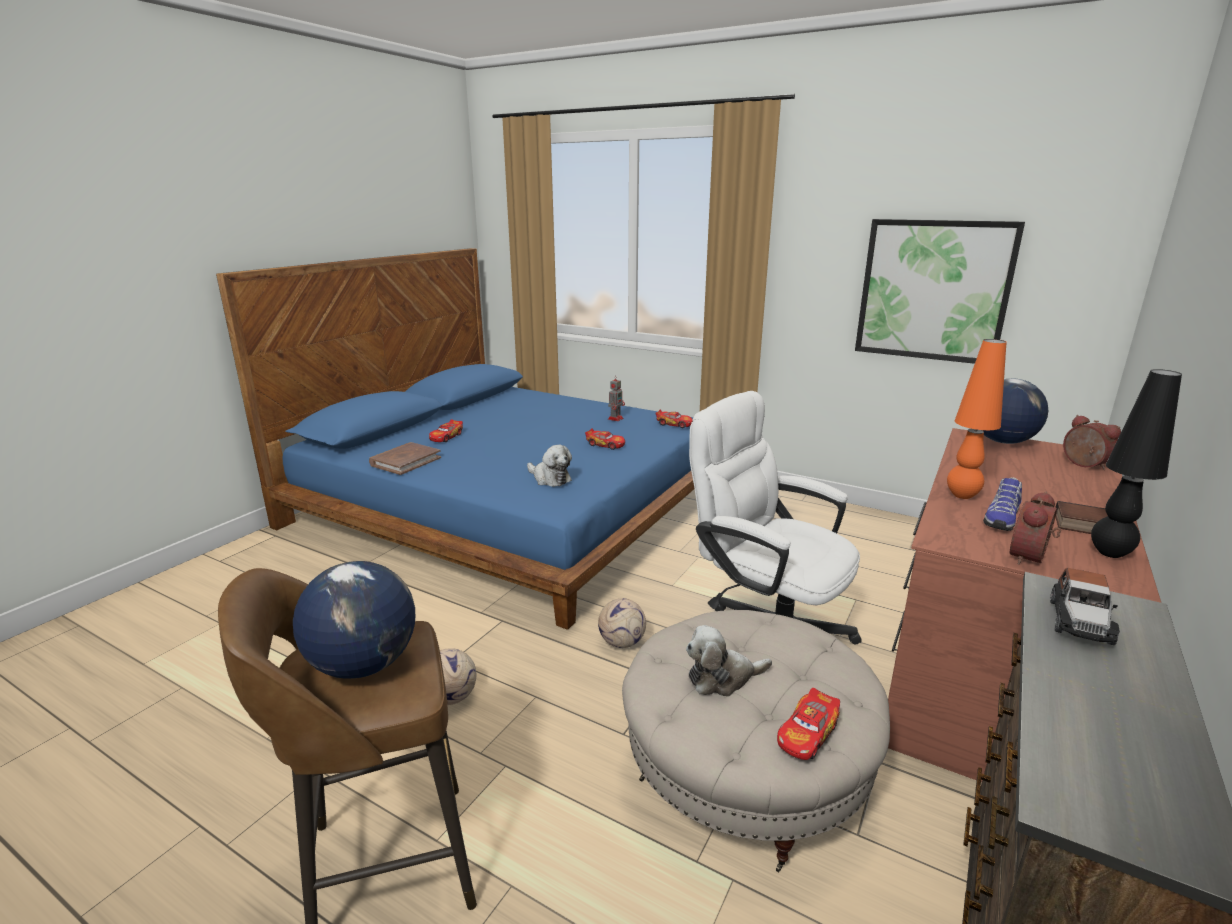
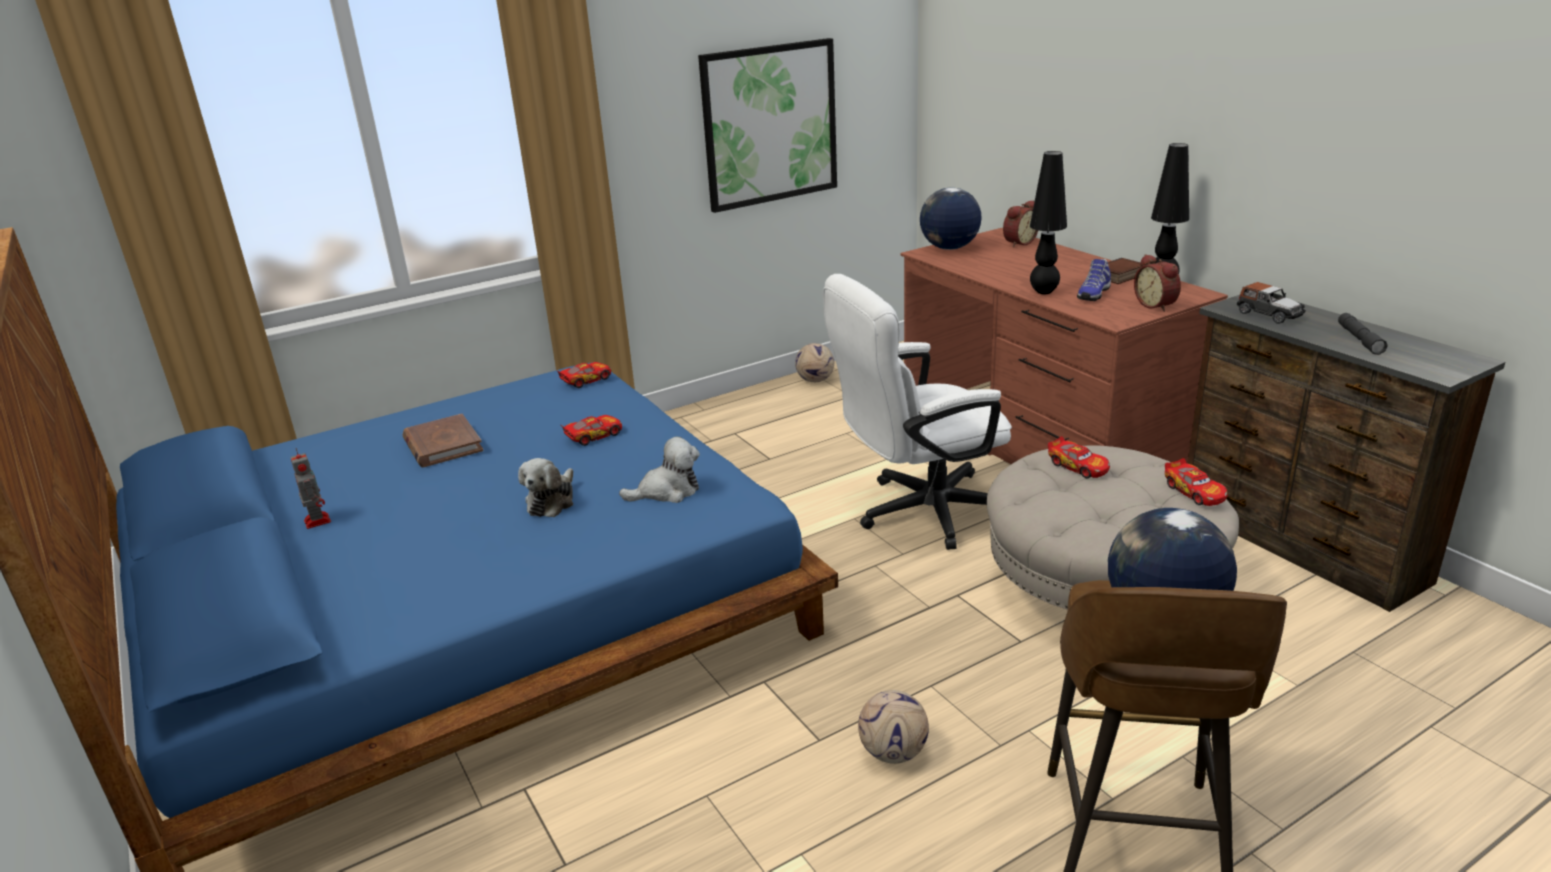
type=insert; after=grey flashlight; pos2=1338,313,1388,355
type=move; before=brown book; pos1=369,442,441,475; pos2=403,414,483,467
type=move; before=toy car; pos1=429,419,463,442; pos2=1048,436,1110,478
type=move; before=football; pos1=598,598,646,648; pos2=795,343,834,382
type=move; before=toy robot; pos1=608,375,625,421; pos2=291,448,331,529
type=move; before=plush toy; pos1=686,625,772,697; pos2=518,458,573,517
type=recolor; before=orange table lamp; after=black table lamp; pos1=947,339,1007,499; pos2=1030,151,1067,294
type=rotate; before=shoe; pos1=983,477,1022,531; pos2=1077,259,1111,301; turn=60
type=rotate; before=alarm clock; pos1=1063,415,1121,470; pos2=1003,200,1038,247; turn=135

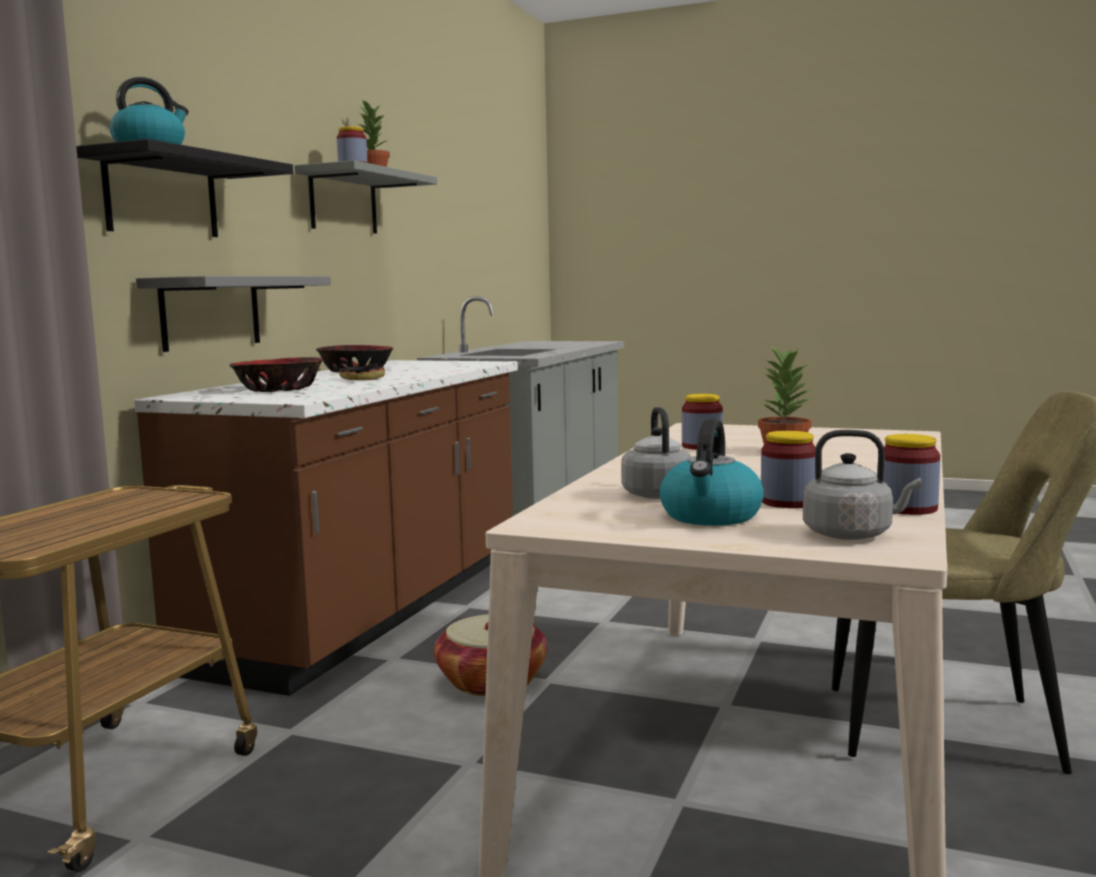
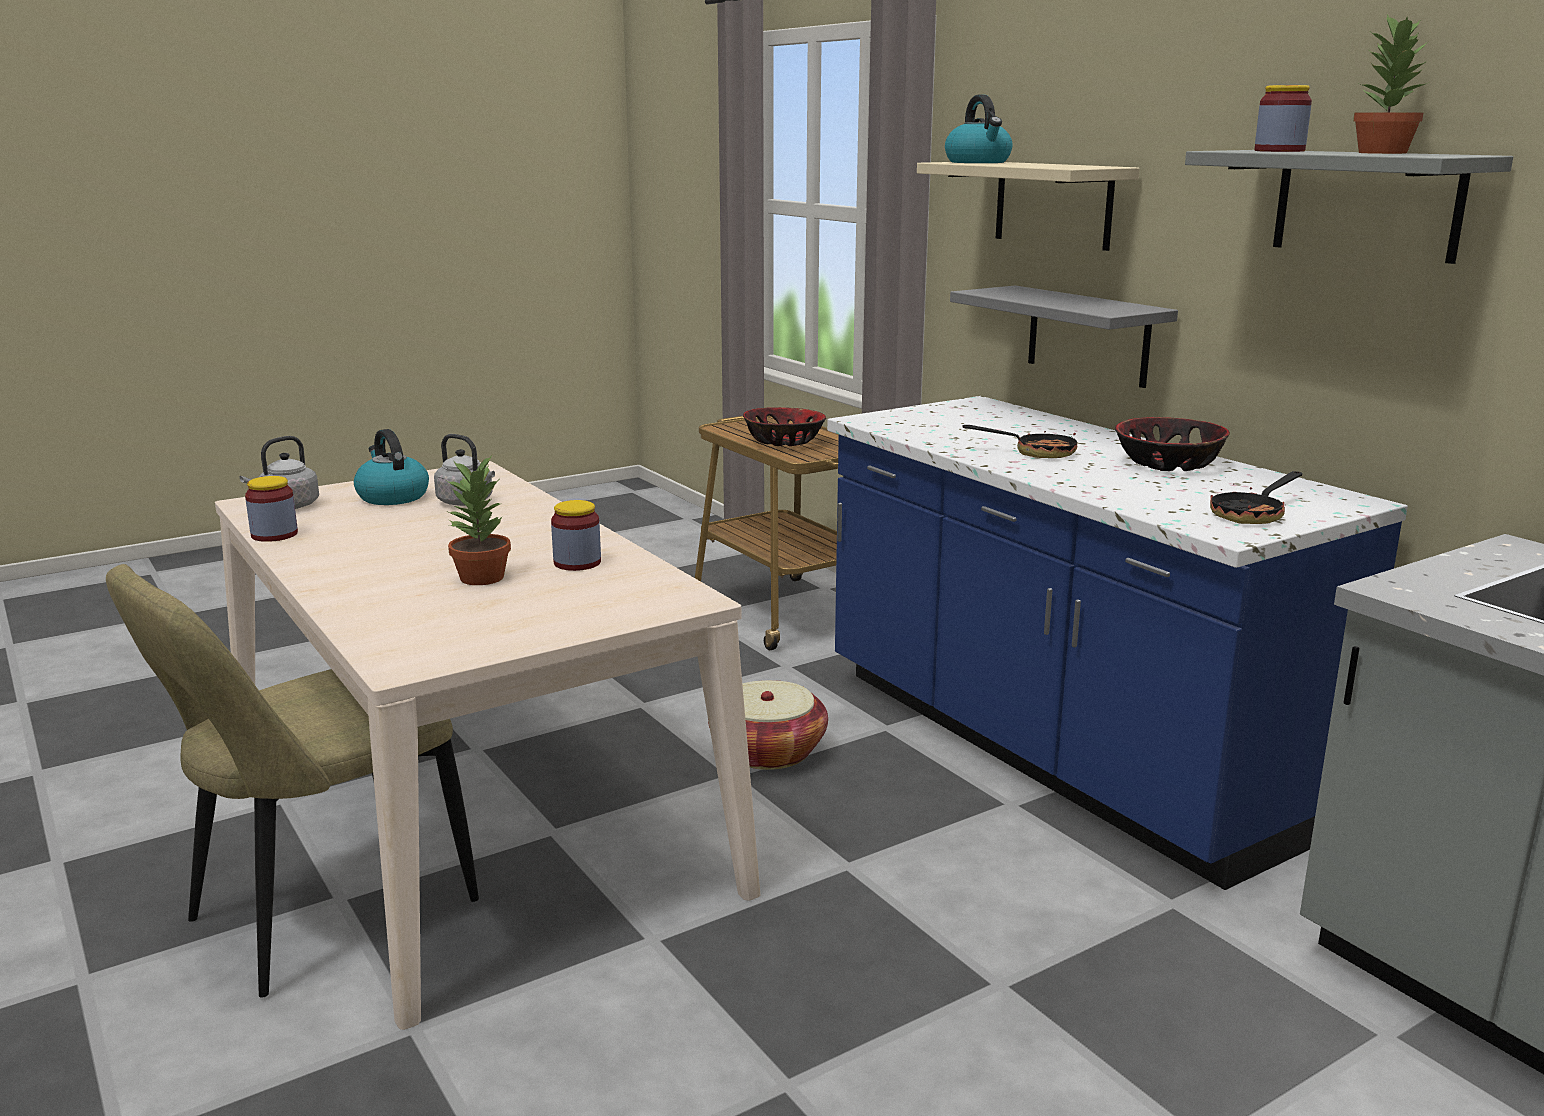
type=delete; before=jar; pos1=761,431,816,508
type=insert; after=frying pan; pos2=1210,471,1302,524
type=move; before=bowl; pos1=229,357,323,392; pos2=743,407,826,446
type=recolor; before=black shelf; after=beige shelf; pos1=76,139,293,237; pos2=917,162,1140,251
type=recolor; before=brown counter; after=blue counter; pos1=134,360,518,696; pos2=827,396,1408,890

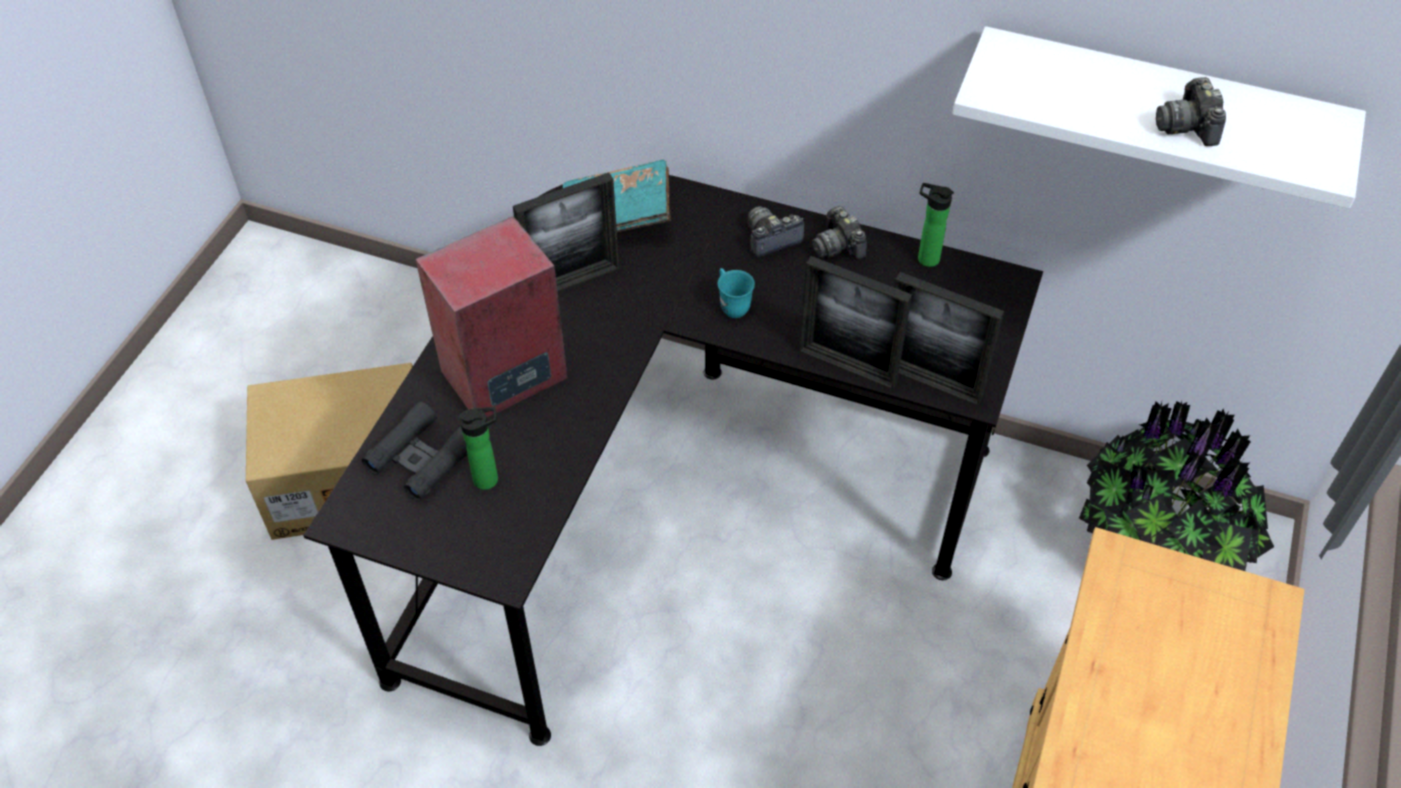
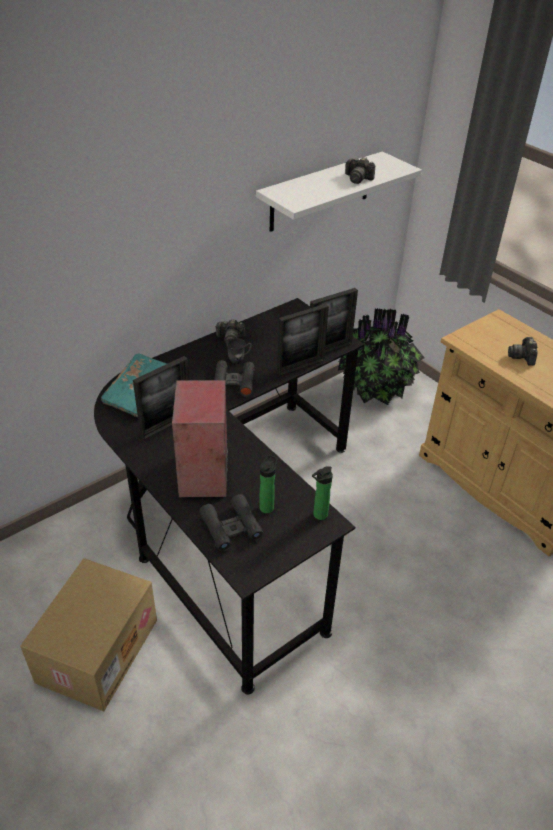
type=insert; after=grey mug; pos2=226,338,252,363
type=move; before=photo camera; pos1=748,206,804,257; pos2=508,337,538,366
type=move; before=bottle; pos1=918,183,954,267; pos2=312,466,333,520
type=replace; before=turquoise mug; after=black binoculars; pos1=717,268,755,318; pos2=214,360,255,397
type=rotate; before=picture frame; pos1=513,172,619,291; pos2=133,356,189,440; turn=45

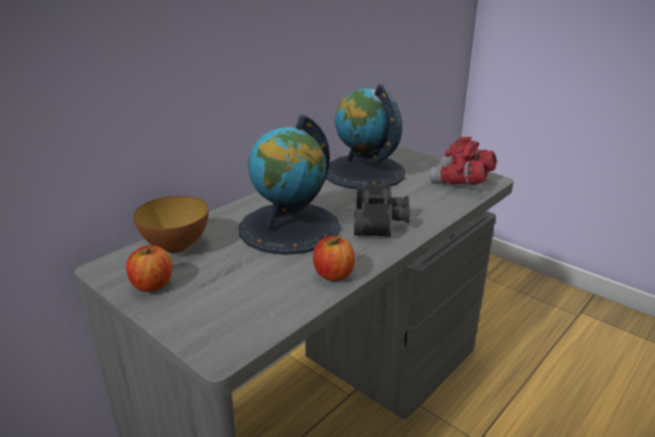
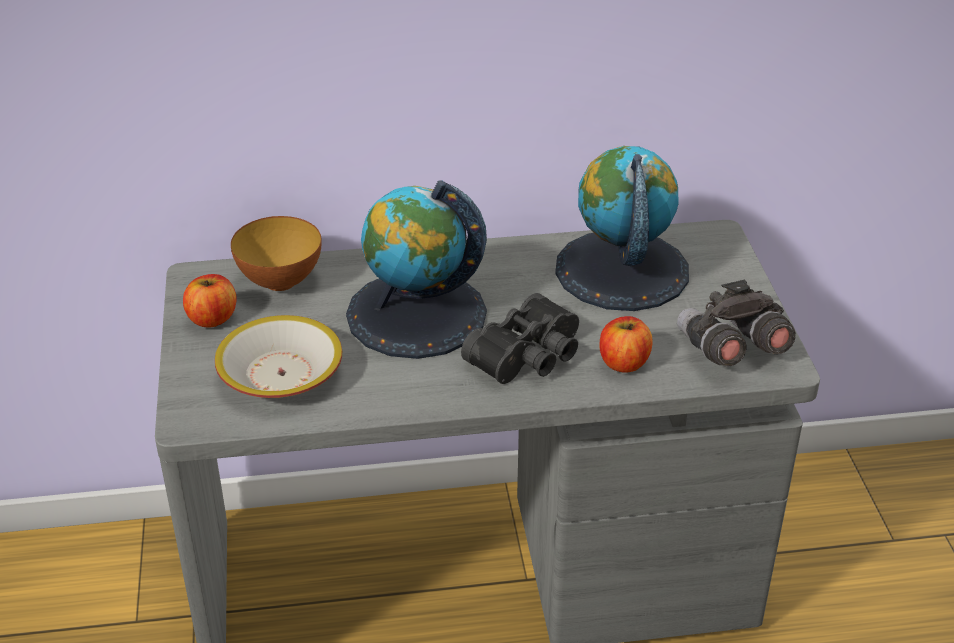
type=insert; after=bowl; pos2=215,315,342,398
type=move; before=apple; pos1=313,236,355,281; pos2=599,316,652,373
type=recolor; before=red binoculars; after=grey binoculars; pos1=429,137,497,185; pos2=677,280,796,367

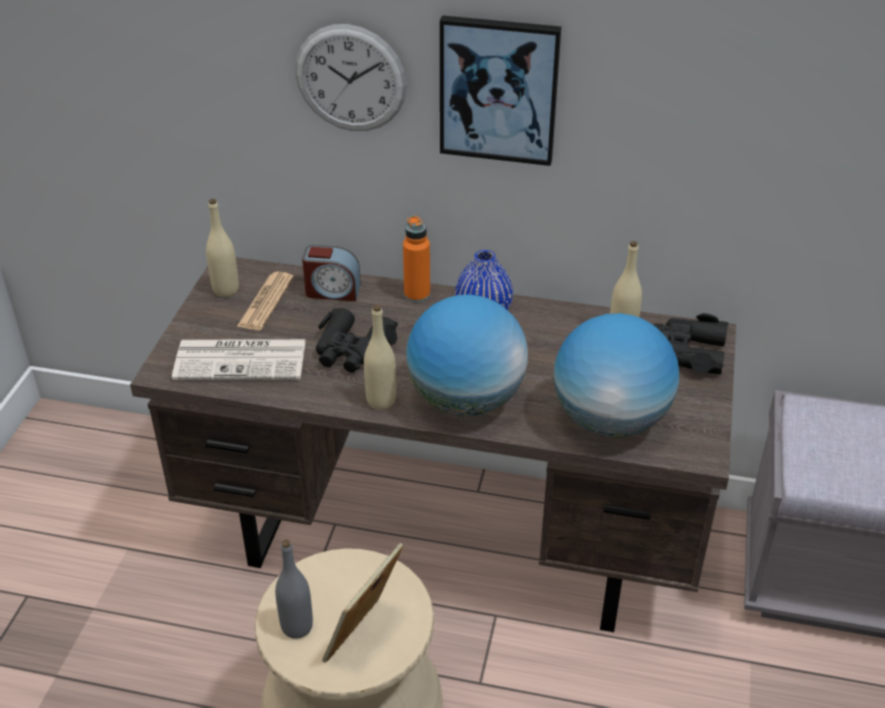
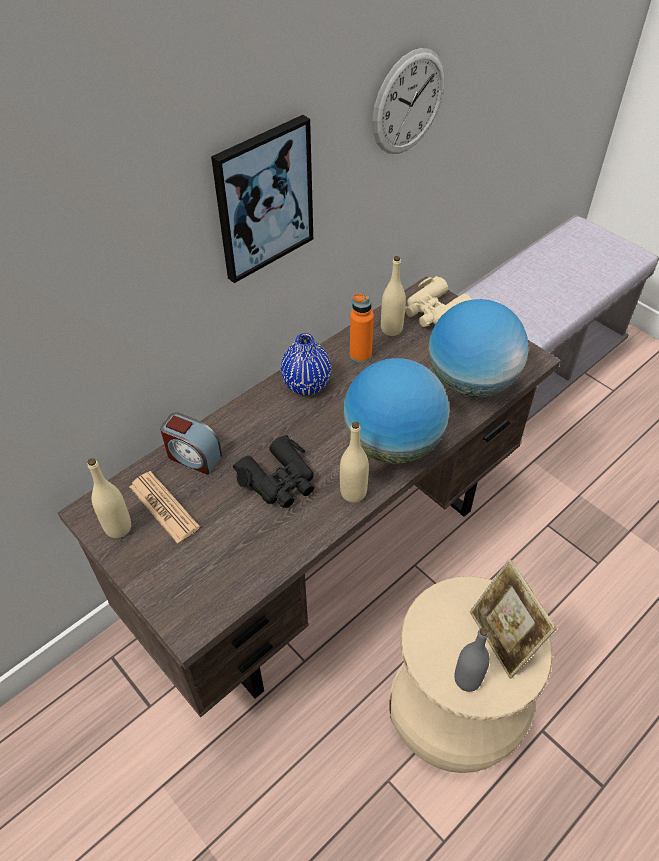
type=delete; before=newspaper; pos1=172,339,306,380
type=move; before=wall clock; pos1=295,24,407,131; pos2=372,48,444,154
type=move; before=orange bottle; pos1=403,215,430,303; pos2=350,293,374,363
type=recolor; before=black binoculars; after=beige binoculars; pos1=654,313,728,375; pos2=405,276,472,327
type=rotate; before=alarm clock; pos1=302,245,361,301; pos2=160,412,222,475; turn=75

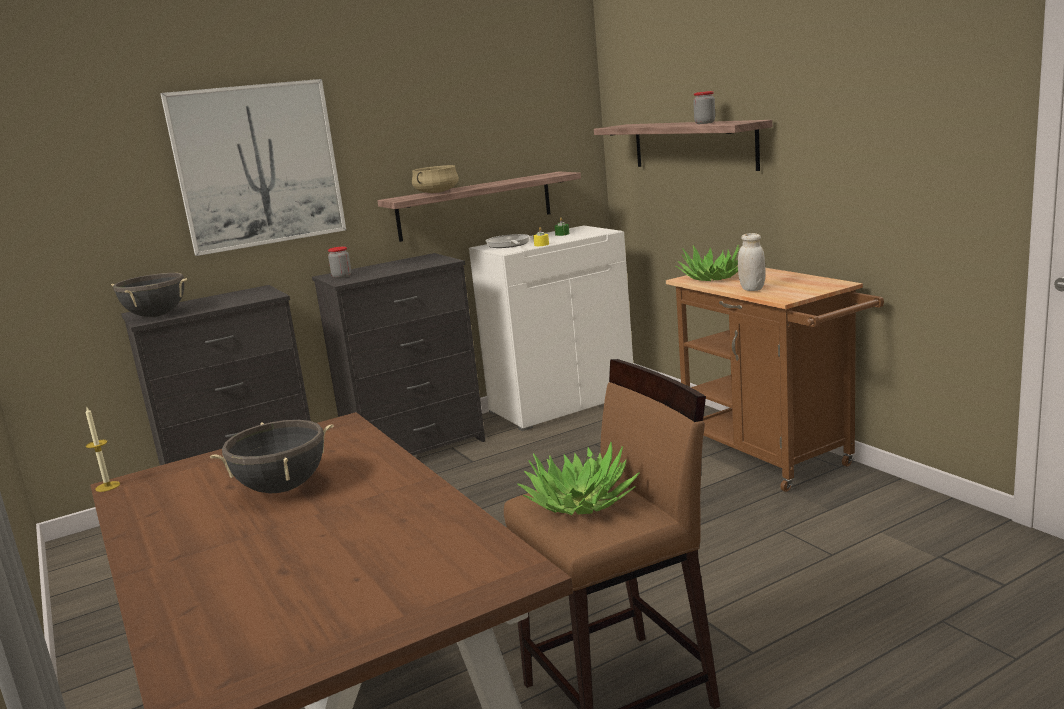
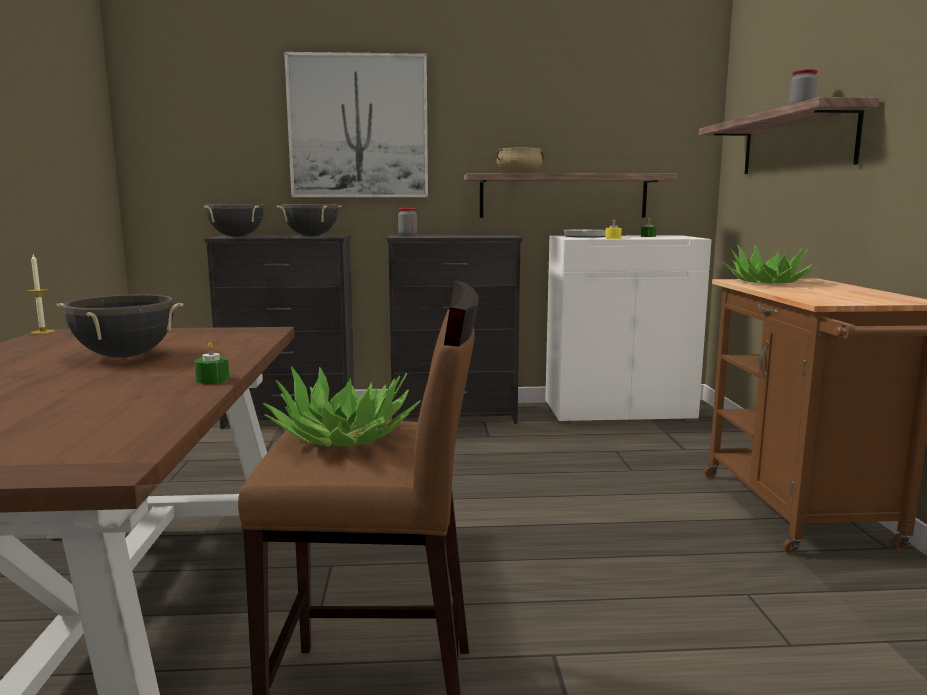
type=delete; before=white jar; pos1=738,233,766,291
type=insert; after=green candle; pos2=194,343,229,384
type=insert; after=black cooking pot; pos2=277,204,342,236

